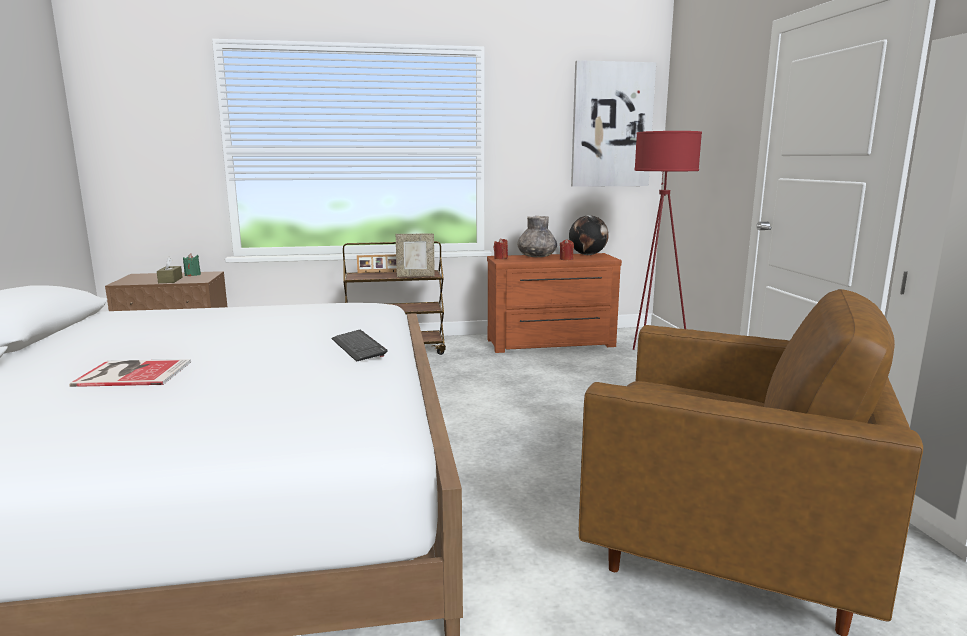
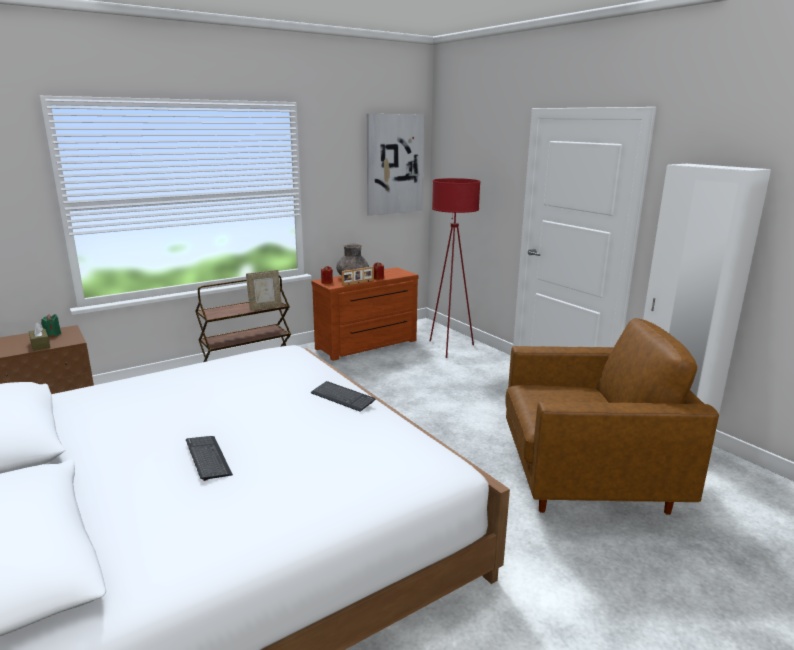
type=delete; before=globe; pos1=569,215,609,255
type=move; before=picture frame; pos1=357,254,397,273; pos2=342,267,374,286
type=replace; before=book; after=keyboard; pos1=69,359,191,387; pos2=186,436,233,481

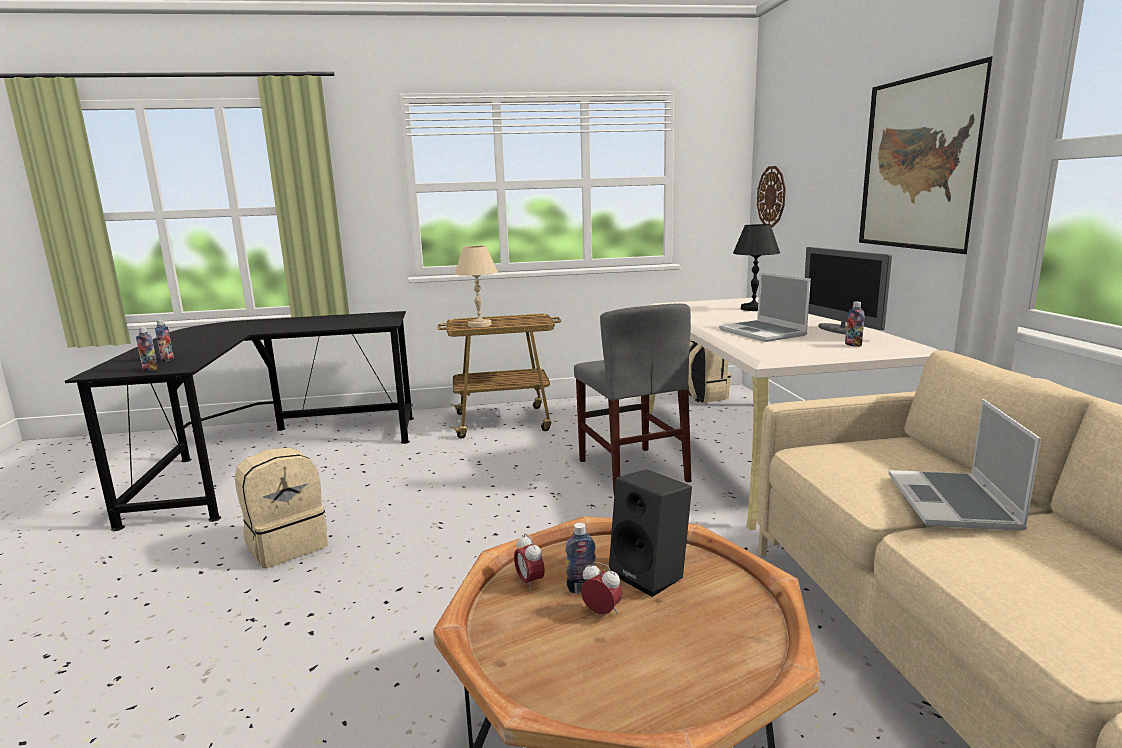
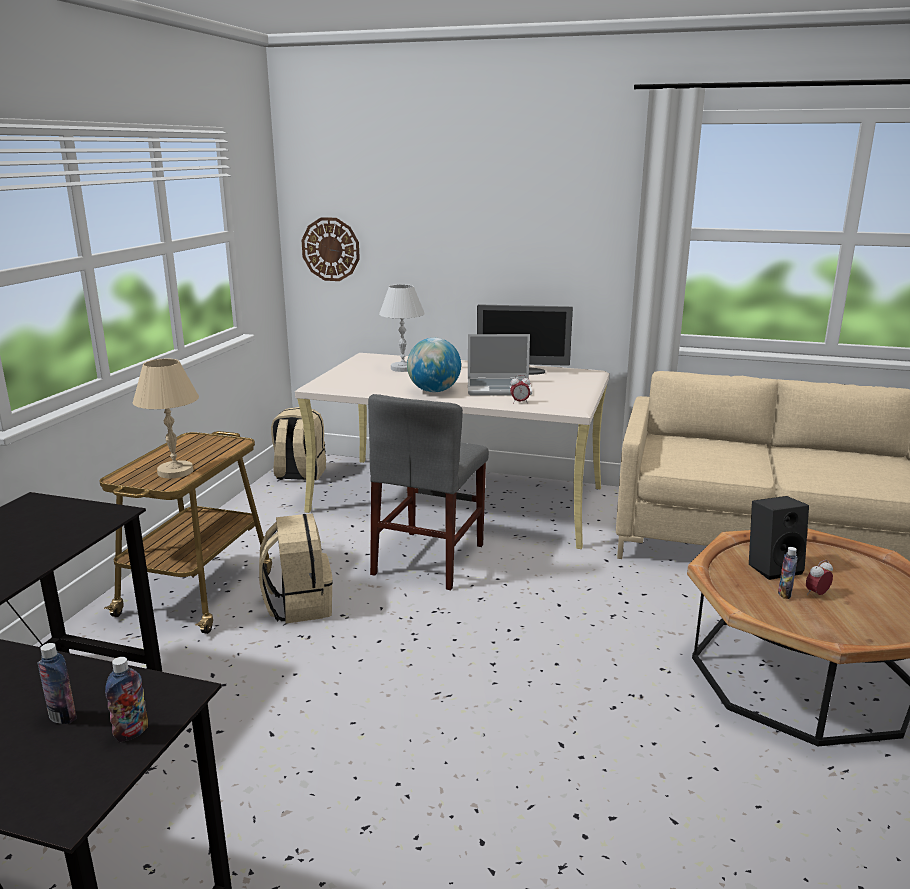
type=delete; before=bottle; pos1=845,301,865,347
type=delete; before=picture; pos1=859,56,993,254
type=delete; before=laptop; pos1=889,399,1041,531
type=insert; after=globe; pos2=407,338,461,392
type=move; before=beige backpack; pos1=235,447,328,568; pos2=259,513,333,623
type=move; before=alarm clock; pos1=514,534,545,591; pos2=510,375,530,404
type=recolor; before=black table lamp; after=white table lamp; pos1=733,224,780,311; pos2=379,284,425,372
type=rotate; before=grey chair; pos1=574,304,691,494; pos2=368,394,489,590; turn=105

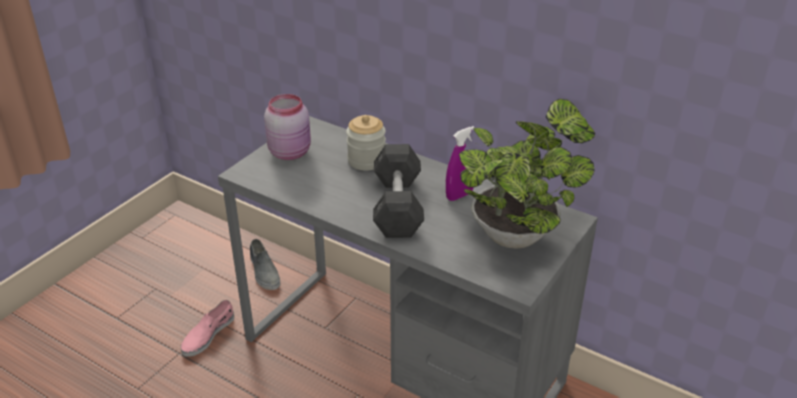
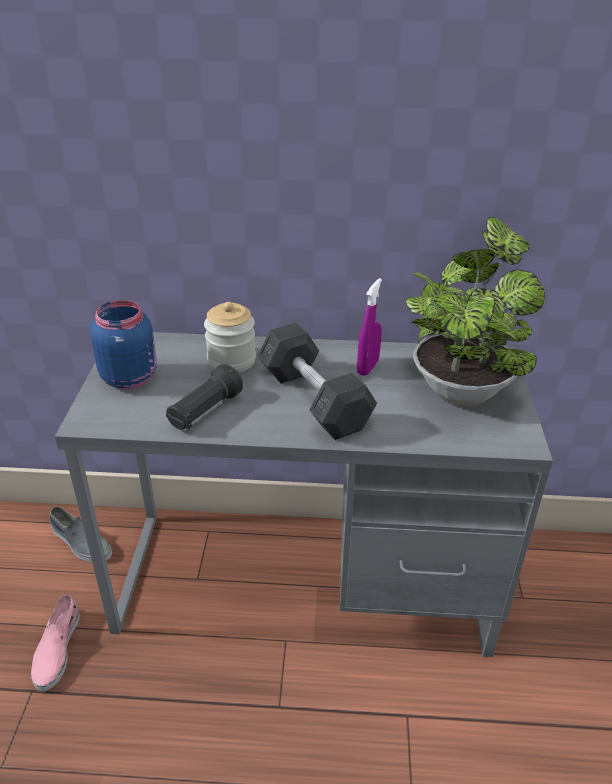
type=insert; after=black flashlight; pos2=166,364,243,430
type=recolor; before=pink jar; after=blue jar; pos1=264,94,311,160; pos2=90,300,157,389

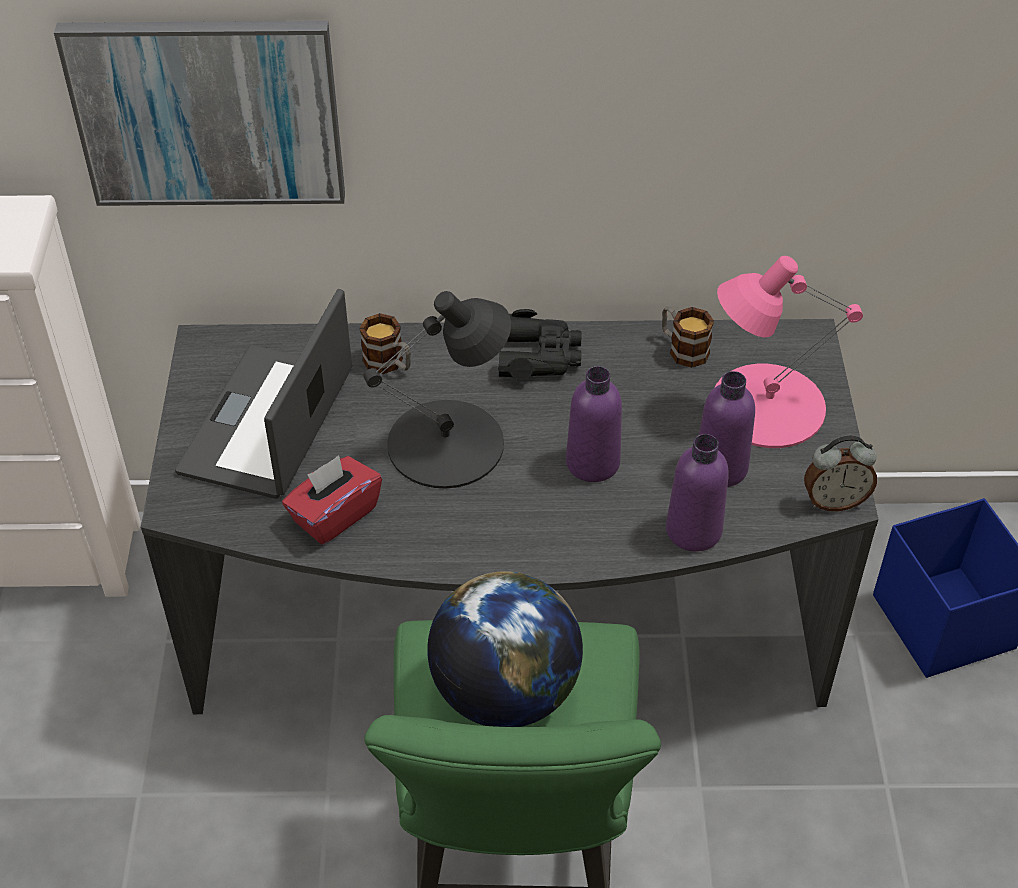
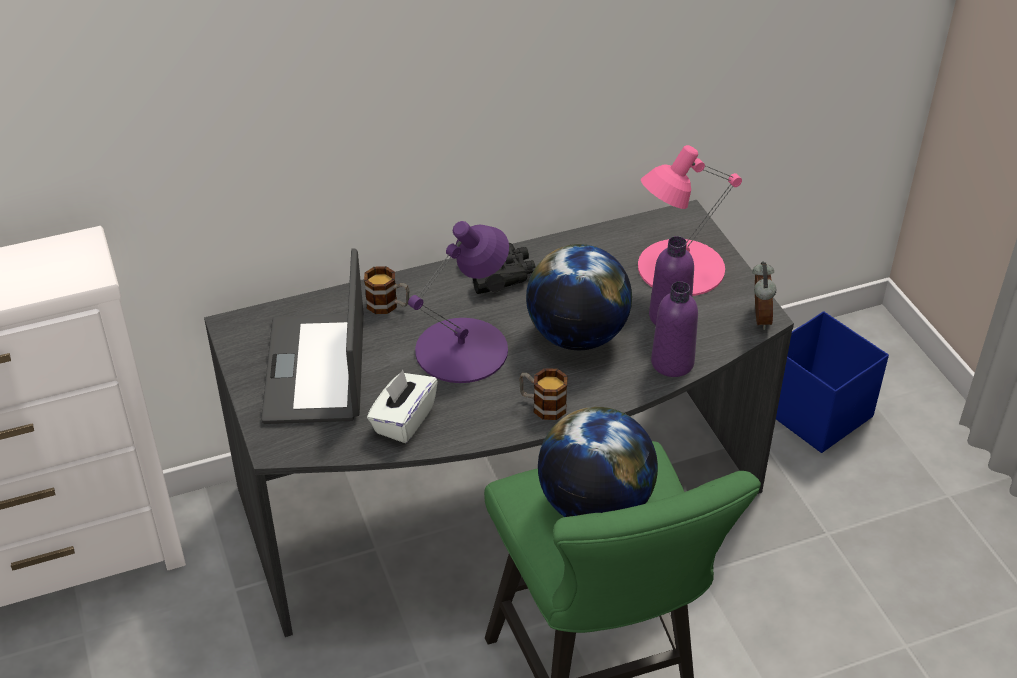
type=delete; before=picture; pos1=54,21,345,206
type=move; before=mug; pos1=662,306,714,368; pos2=519,368,567,420
type=replace; before=purple bottle; after=globe; pos1=566,366,622,482; pos2=526,244,632,350
type=recolor; before=red tissue box; after=white tissue box; pos1=282,455,382,544; pos2=367,370,438,443
type=recolor; before=black table lamp; after=purple table lamp; pos1=363,291,511,489; pos2=408,221,509,383
type=rotate; before=alarm clock; pos1=804,436,877,511; pos2=752,261,777,330; turn=-60

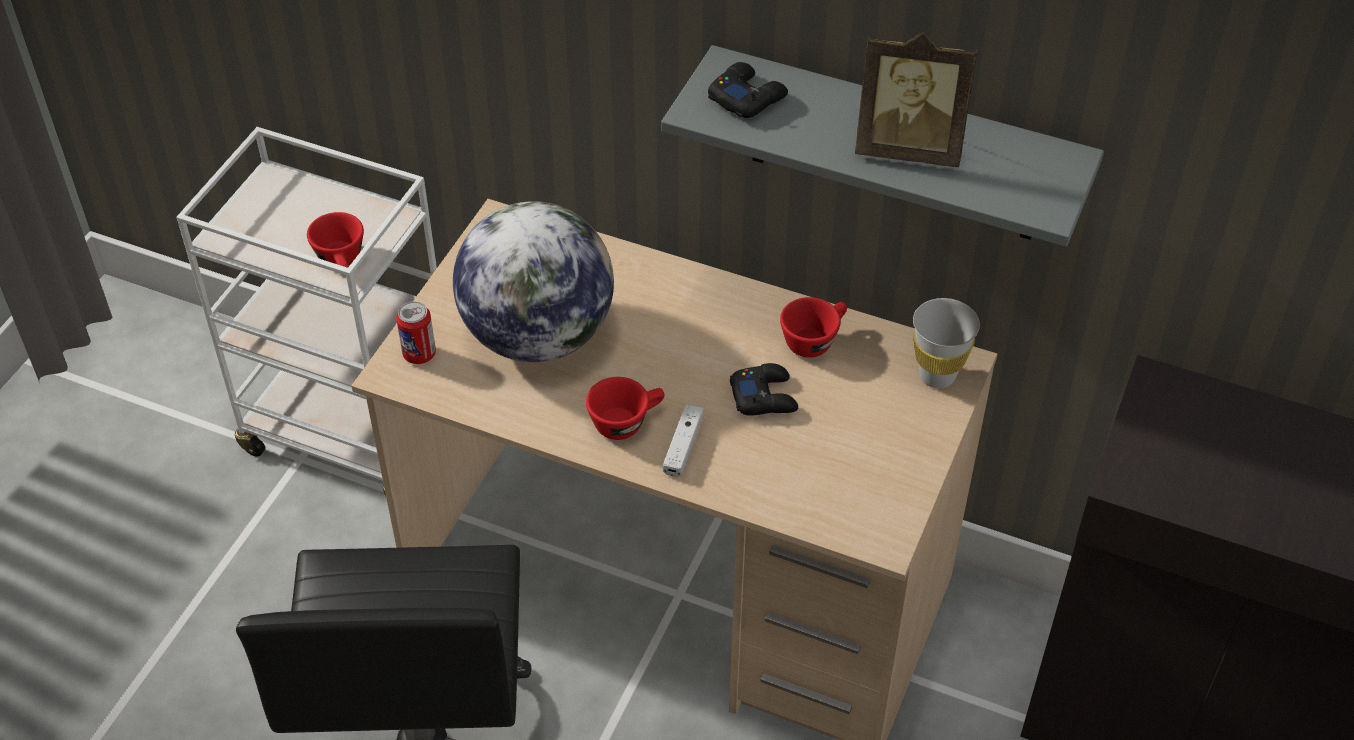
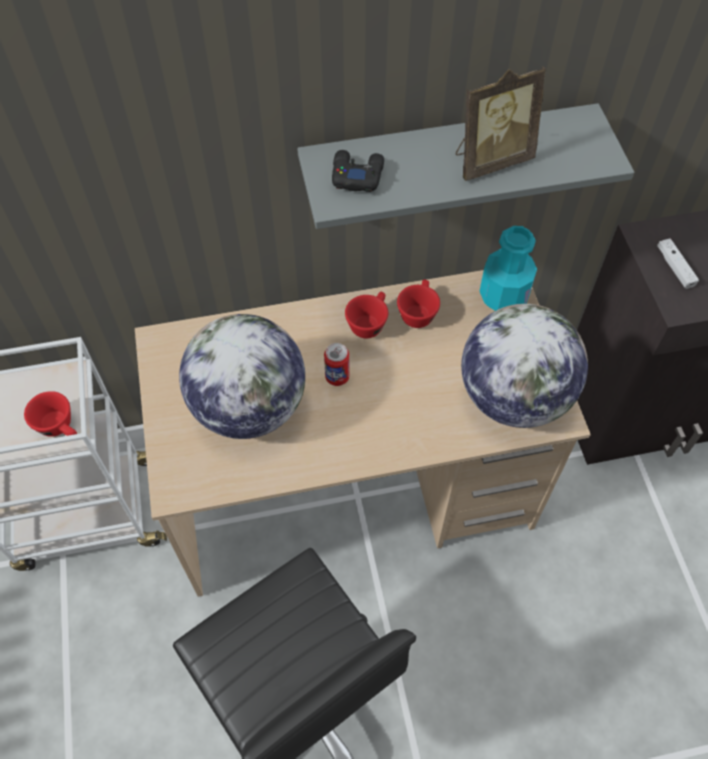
type=delete; before=black game controller; pos1=730,363,798,416
type=insert; after=globe; pos2=461,304,588,428
type=move; before=can; pos1=396,301,436,364; pos2=324,343,350,386
type=move; before=red cup; pos1=586,377,664,440; pos2=345,292,388,338
type=move; before=white game controller; pos1=663,404,704,477; pos2=657,238,699,289
type=replace; before=white cup; after=turquoise bottle; pos1=913,298,980,388; pos2=480,226,537,311

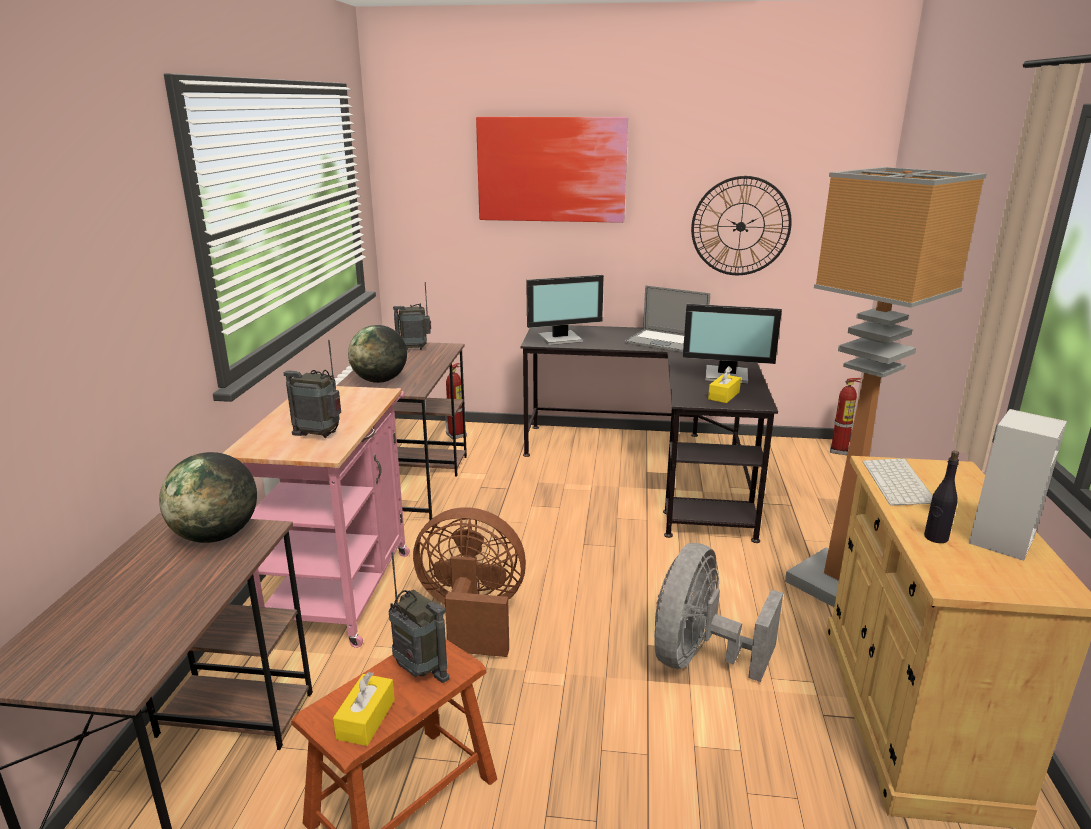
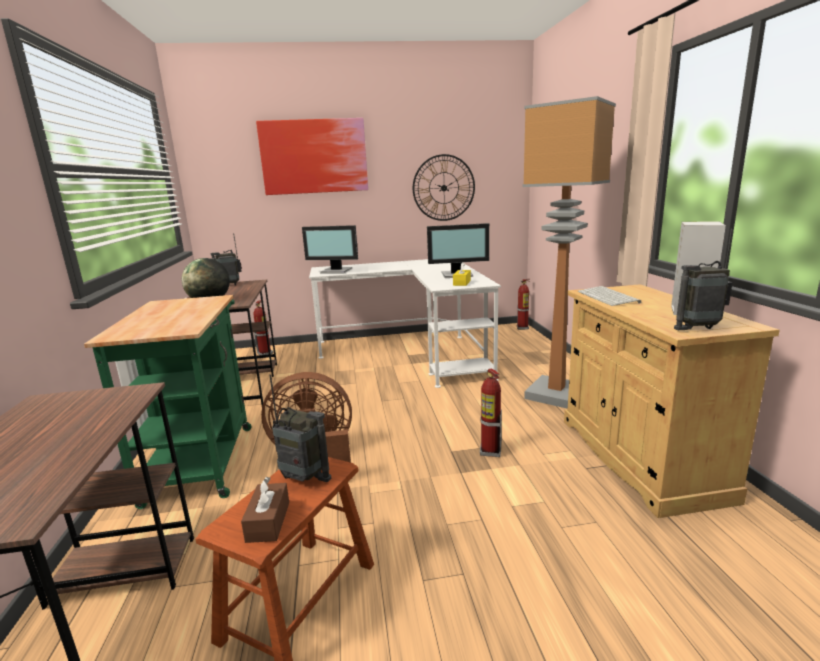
type=delete; before=globe; pos1=159,452,257,543
type=delete; before=laptop; pos1=625,285,710,352
type=delete; before=black bottle; pos1=924,451,959,543
type=move; before=radio; pos1=283,340,341,438; pos2=674,229,732,330
type=replace; before=grey fan; after=fire extinguisher; pos1=654,543,783,682; pos2=480,368,502,457
type=recolor; before=pink cart; after=green cart; pos1=222,386,410,648; pos2=84,295,252,509
type=recolor; before=yellow tissue box; after=brown tissue box; pos1=333,672,395,746; pos2=241,477,289,543
type=recolor; before=black desk; after=white desk; pos1=520,325,778,543; pos2=309,259,501,388
type=rotate; before=monitor; pos1=526,275,604,345; pos2=302,225,358,274; turn=45

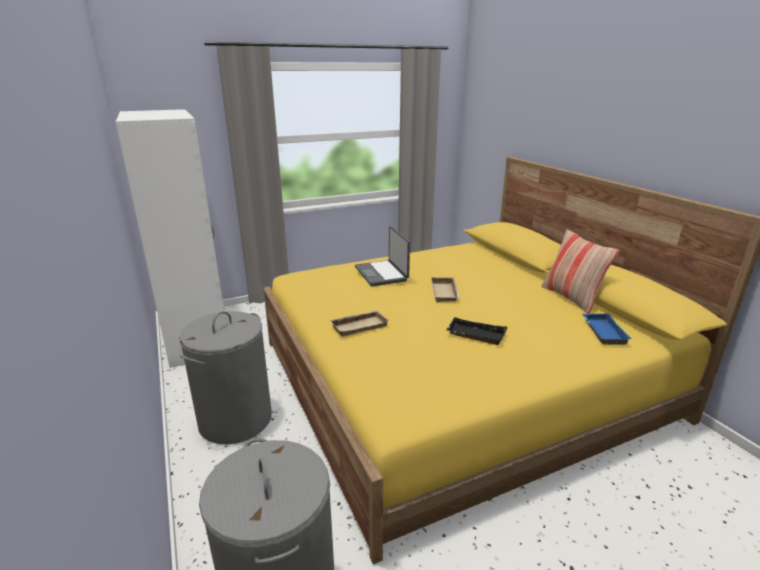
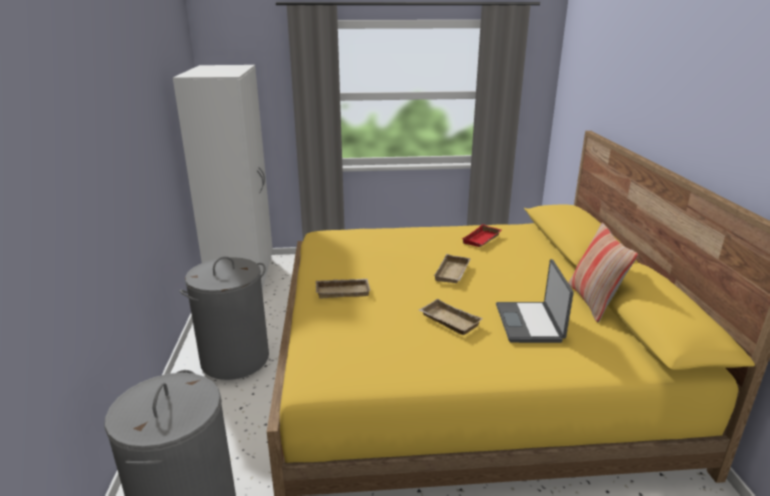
type=delete; before=blue tray; pos1=582,313,632,345
type=insert; after=red tray; pos2=461,224,502,247
type=move; before=laptop; pos1=355,226,410,287; pos2=496,259,574,343
type=recolor; before=black tray; after=beige tray; pos1=446,317,507,345; pos2=419,299,483,335

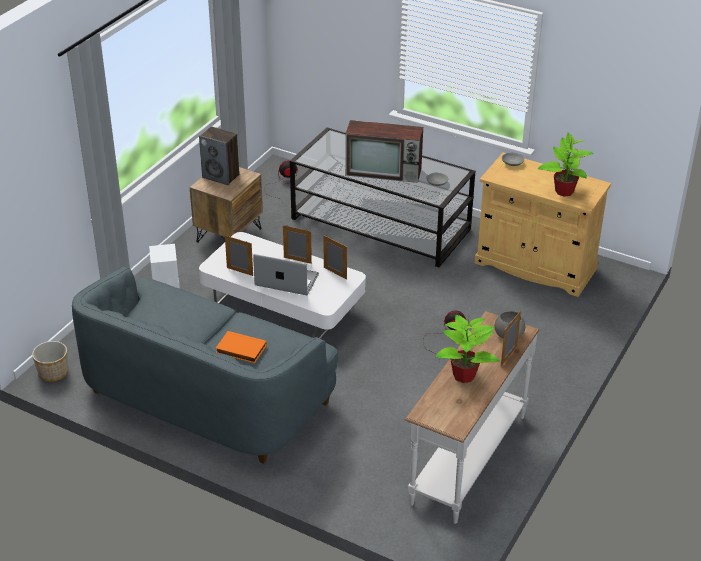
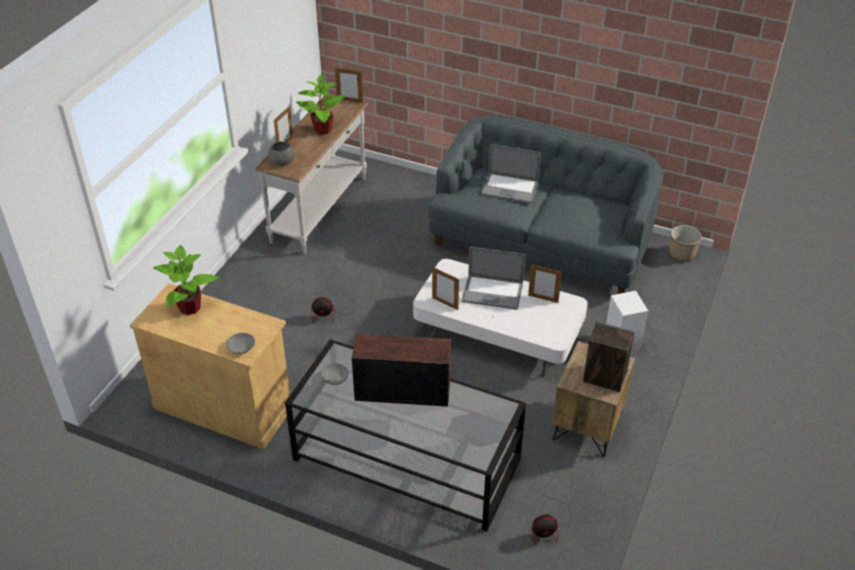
type=move; before=picture frame; pos1=283,225,312,264; pos2=335,67,363,103
type=replace; before=orange book; after=laptop; pos1=216,331,267,363; pos2=481,144,541,203

